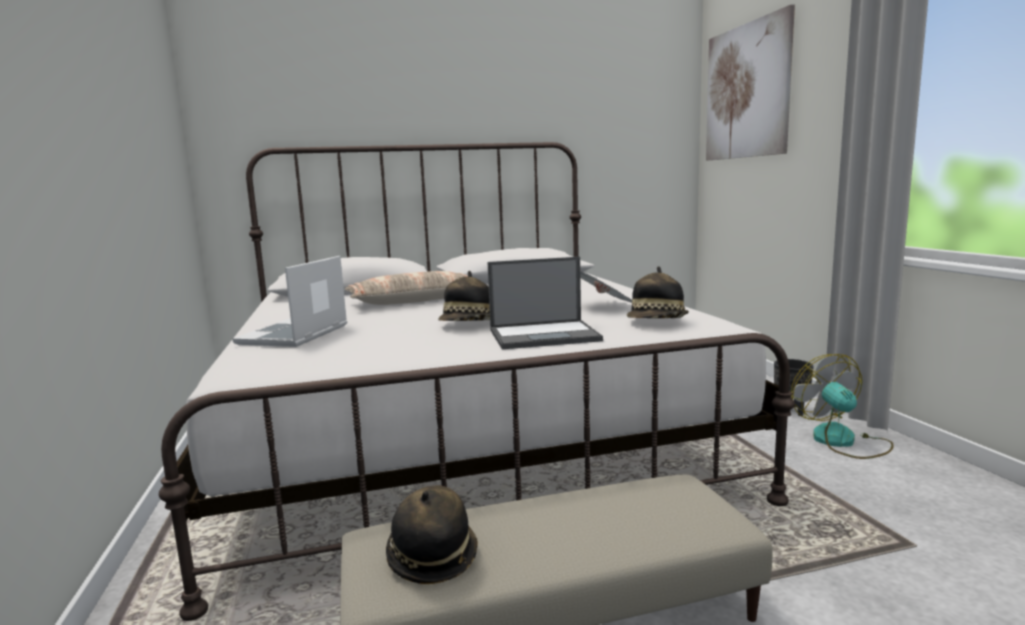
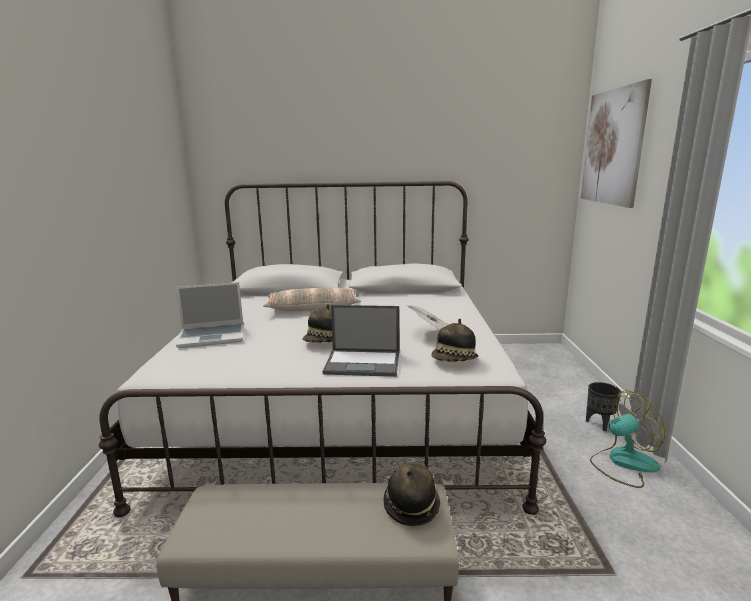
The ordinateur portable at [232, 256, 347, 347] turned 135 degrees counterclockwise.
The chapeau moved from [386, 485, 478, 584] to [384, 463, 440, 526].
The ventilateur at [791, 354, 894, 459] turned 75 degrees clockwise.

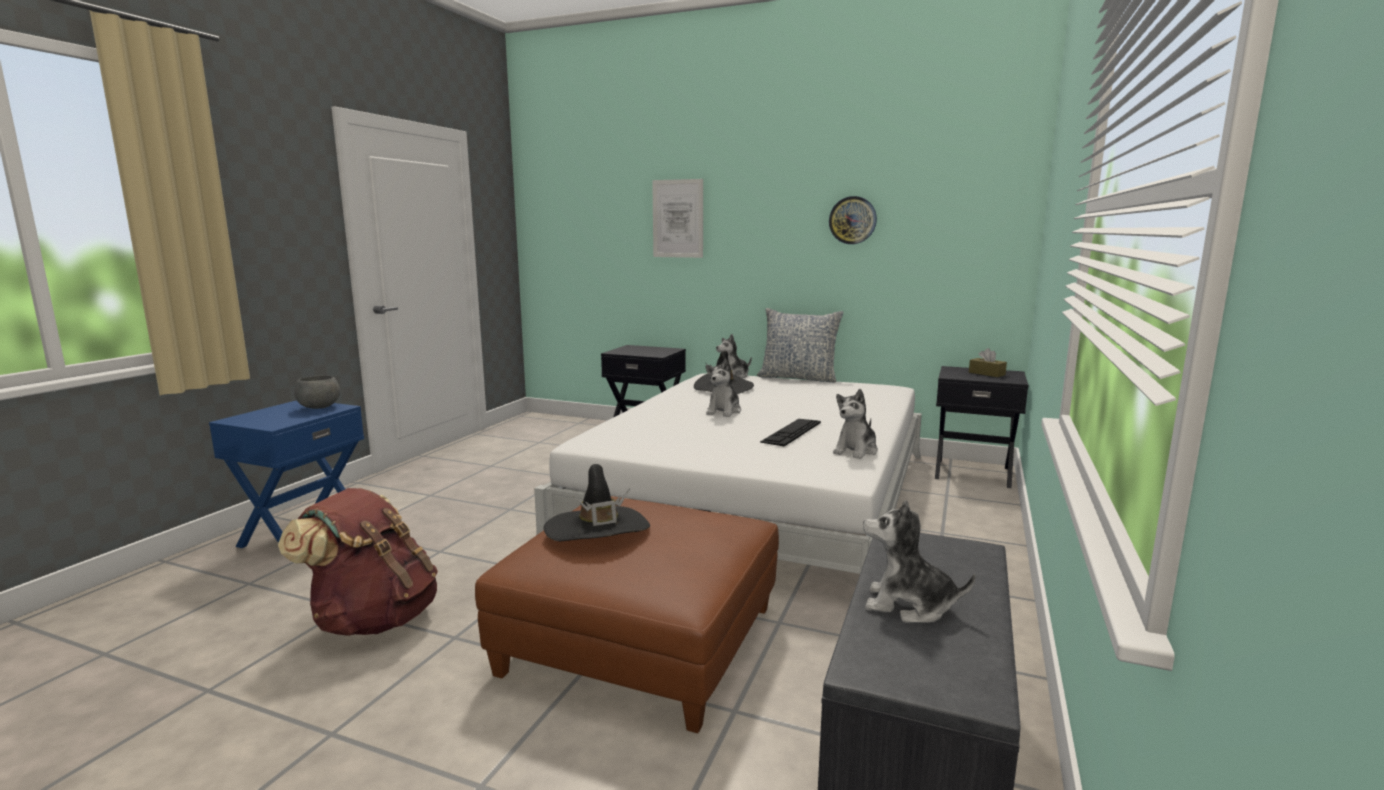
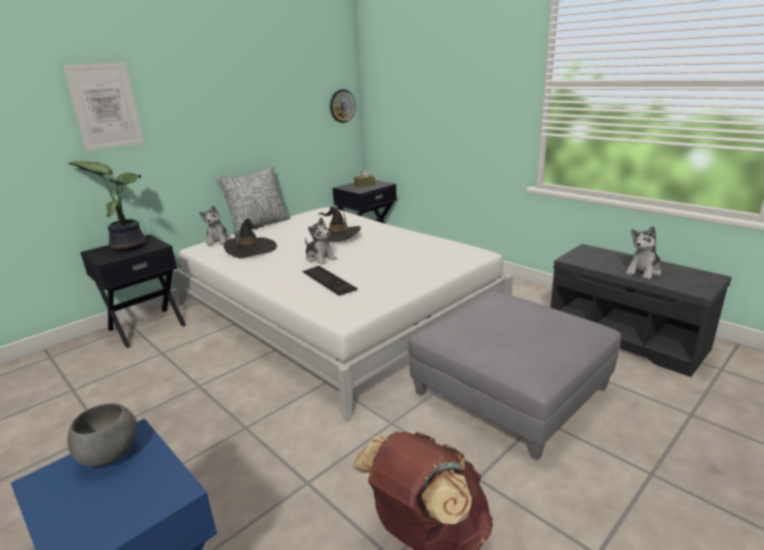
The plante en pot at [67, 161, 147, 252] appeared.
The clavier moved from [760, 419, 821, 447] to [302, 266, 357, 296].
The chapeau [noir] moved from [544, 464, 650, 541] to [312, 206, 361, 242].
The horloge murale moved from [829, 196, 877, 244] to [330, 89, 356, 123].
The pouf [marron] at [475, 496, 779, 733] became the pouf [gris] at [408, 291, 621, 460].
The peluche at [833, 389, 878, 459] disappeared.

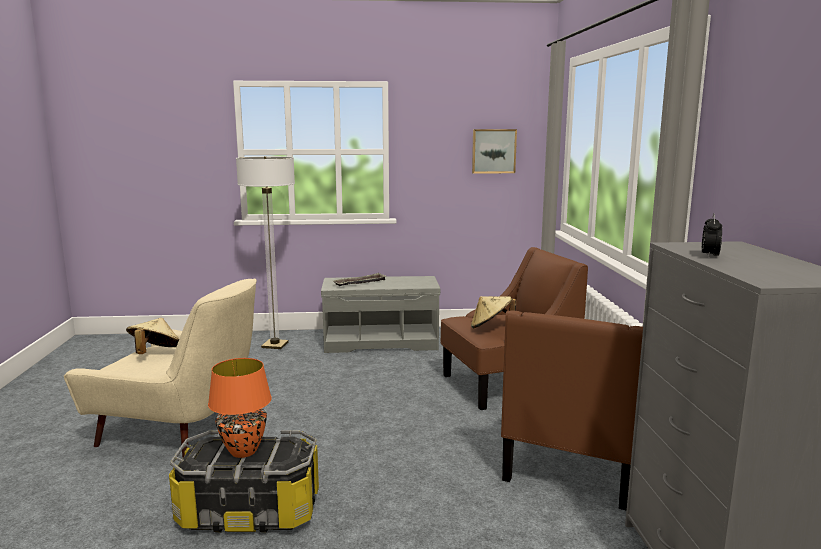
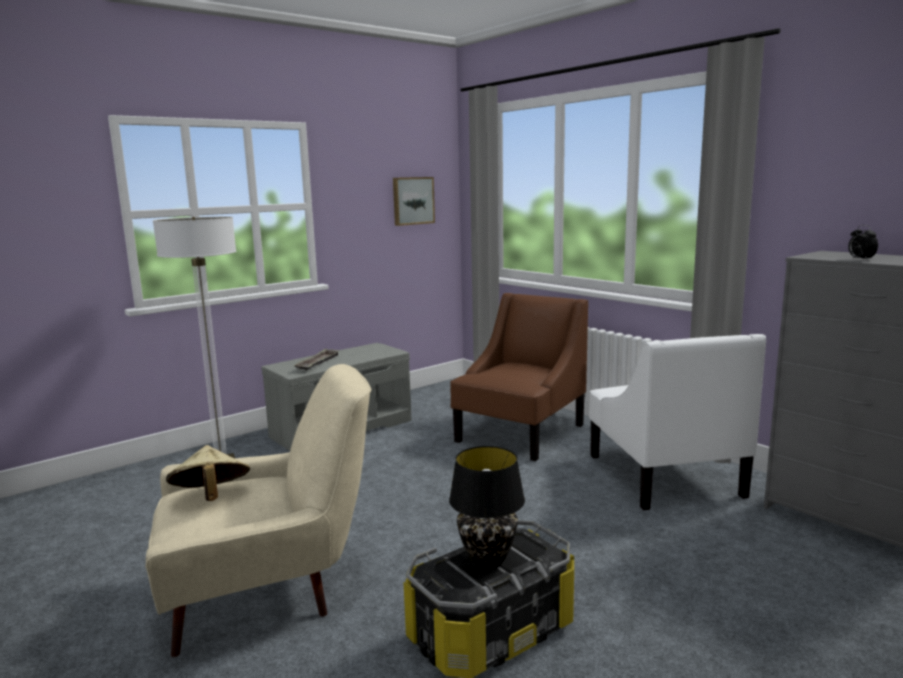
The lampe de table [orange] at [208, 358, 272, 458] became the lampe de table [noir] at [449, 446, 525, 569].
The fauteuil [marron] at [501, 310, 643, 510] became the fauteuil [blanc] at [589, 334, 766, 510].
The chapeau [beige] at [471, 296, 516, 328] disappeared.

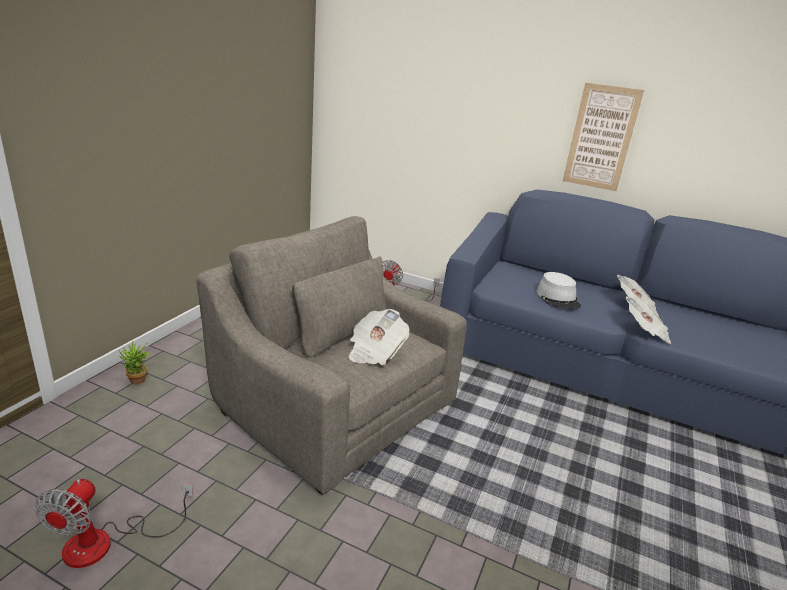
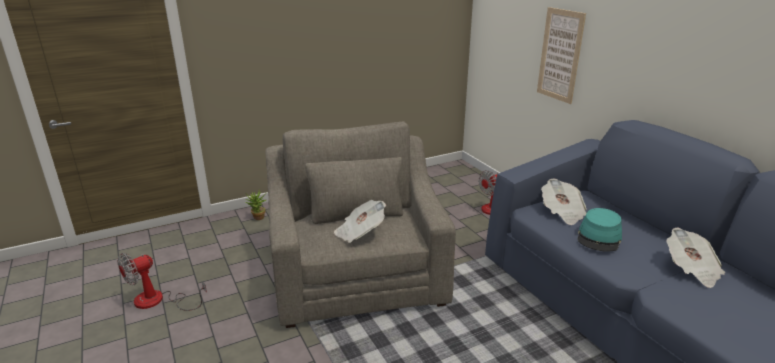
The tableau moved from [563, 83, 644, 191] to [537, 7, 586, 104].
The journal moved from [626, 296, 671, 344] to [541, 179, 587, 225].
The chapeau [gris] at [537, 272, 581, 309] became the chapeau [turquoise] at [577, 208, 622, 252].

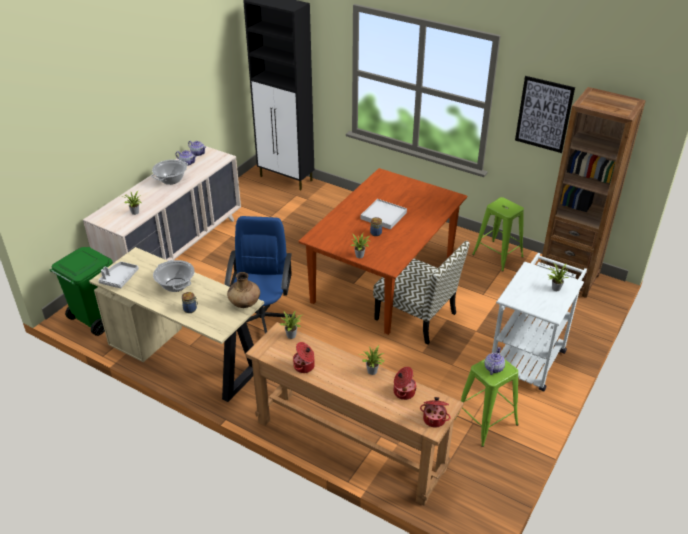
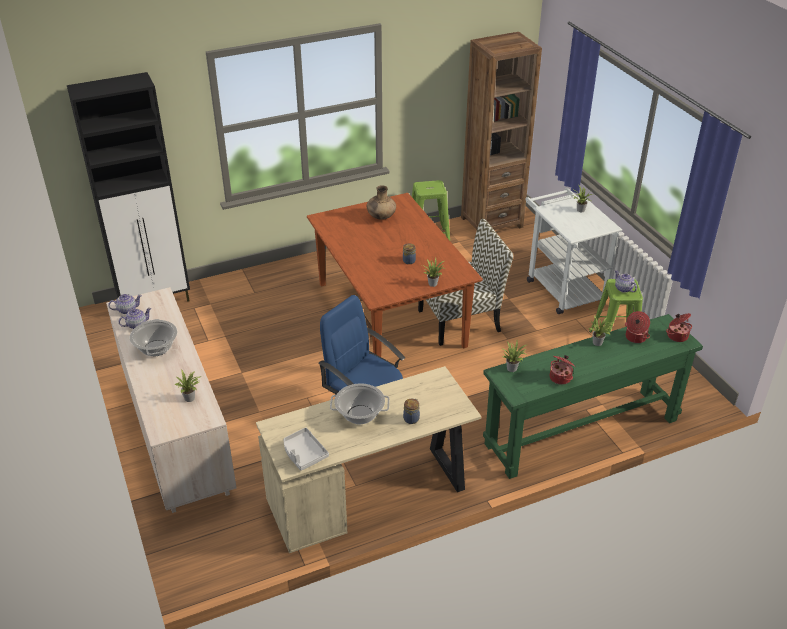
The vase [marron] moved from [227, 272, 260, 308] to [366, 185, 396, 220].
The table console [marron] at [245, 322, 464, 505] became the table console [vert] at [483, 314, 703, 479].
The poubelle [vert] at [50, 247, 113, 336] disappeared.
The plateau [blanc] at [361, 199, 407, 230] disappeared.
The tableau at [515, 76, 575, 153] disappeared.

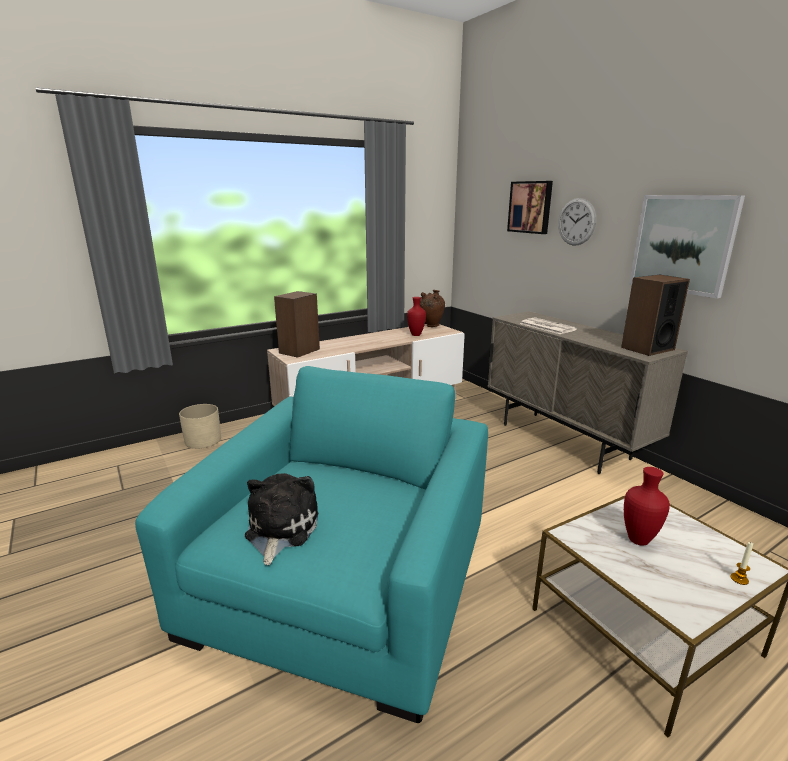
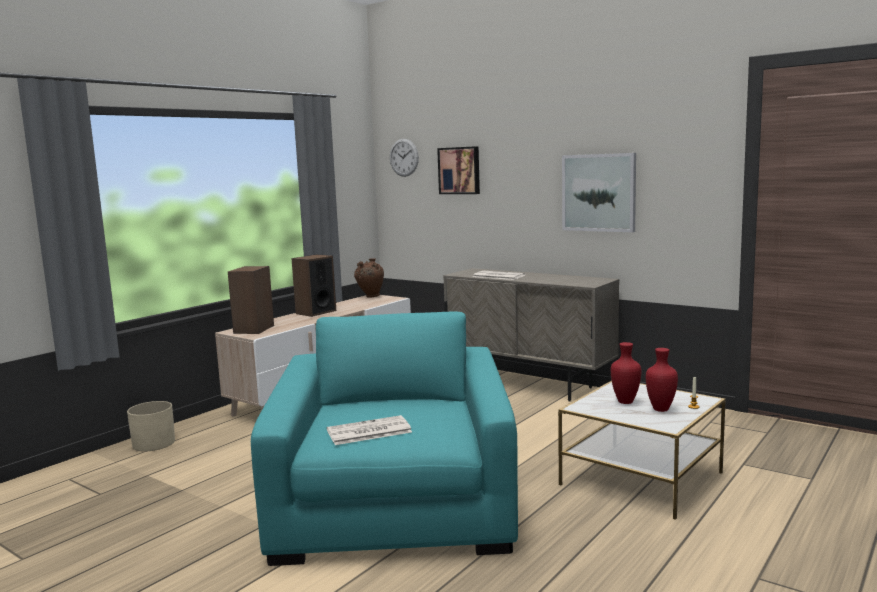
The enceinte moved from [621, 275, 690, 356] to [292, 254, 336, 317].
The peluche at [245, 473, 318, 565] was replaced by the journal at [327, 415, 412, 445].
The horloge murale moved from [558, 198, 596, 246] to [390, 139, 419, 177].
The vase [rouge] moved from [407, 297, 426, 336] to [646, 348, 678, 412].

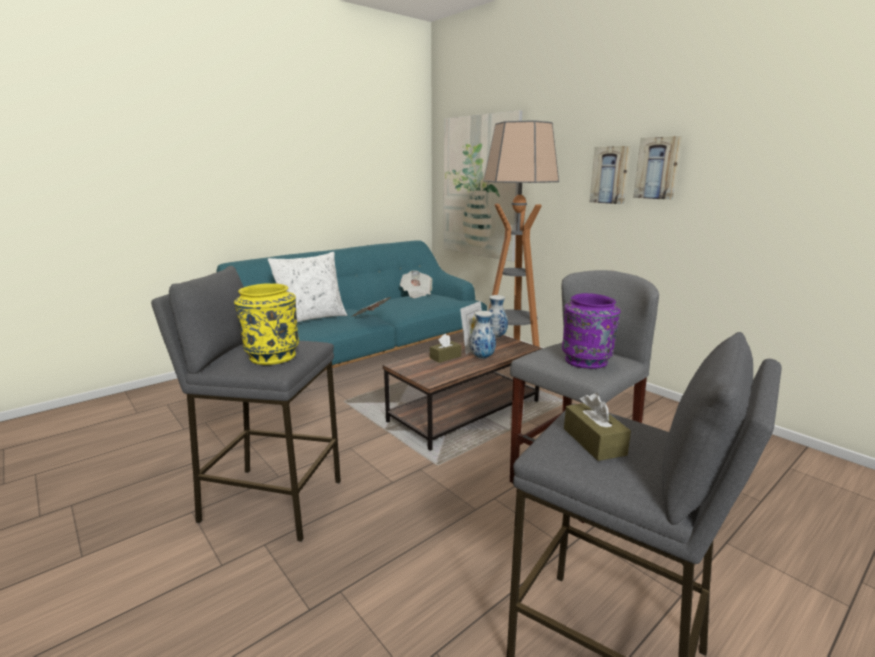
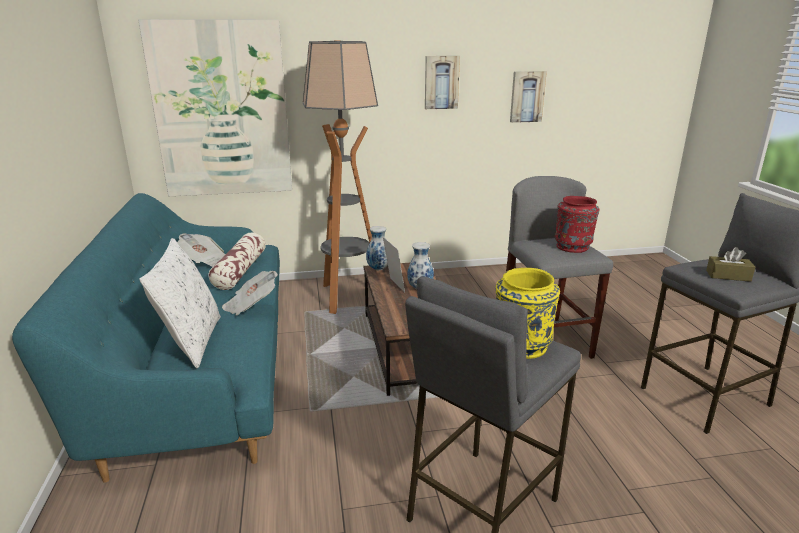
The coussin at [208, 233, 266, 290] appeared.
The tableau moved from [589, 146, 631, 204] to [510, 71, 547, 123].
The vase [violet] at [562, 293, 620, 369] became the vase [rouge] at [555, 196, 600, 253].
The boîte à mouchoirs [marron] at [430, 334, 461, 363] disappeared.

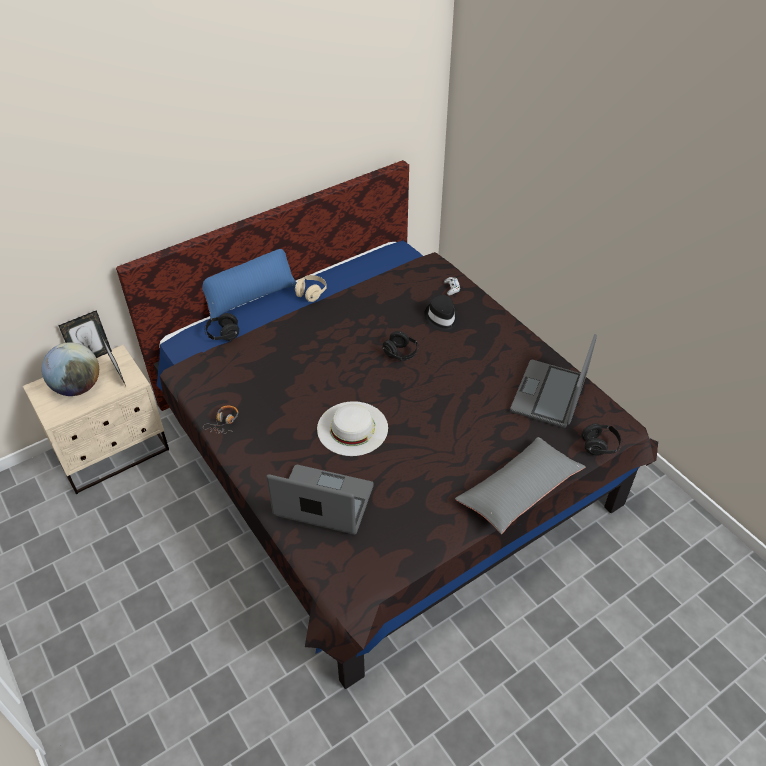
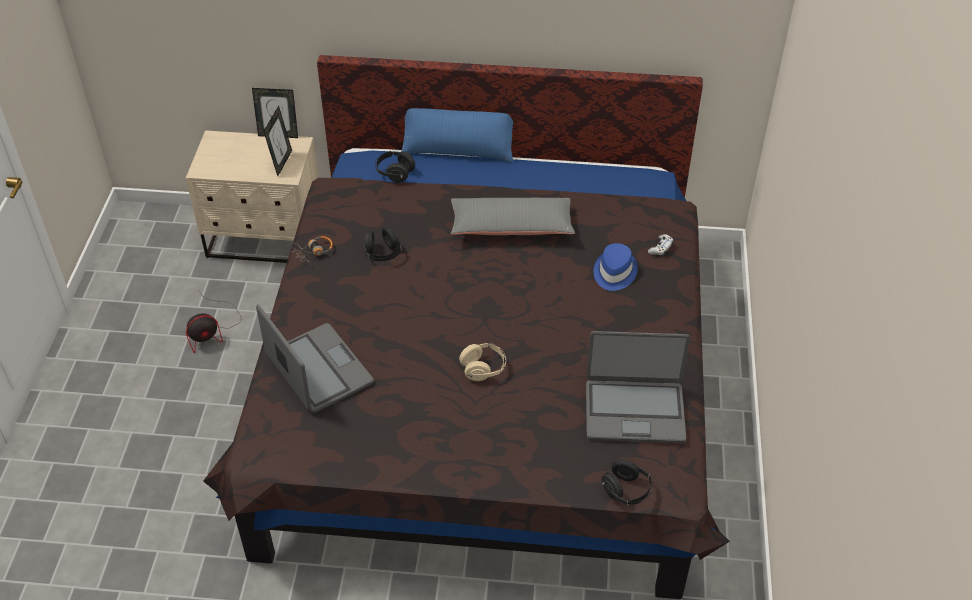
The ventilateur at [186, 292, 240, 353] appeared.
The casque audio [noir] moved from [382, 331, 419, 361] to [364, 227, 402, 262].
The coussin [gris] moved from [455, 437, 586, 534] to [451, 198, 575, 235].
The casque audio [beige] moved from [295, 275, 327, 302] to [459, 343, 506, 381].
The ordinateur portable at [510, 334, 597, 428] turned 150 degrees counterclockwise.
The chapeau [noir] at [424, 295, 460, 332] became the chapeau [bleu] at [593, 243, 638, 291].
The globe at [42, 342, 99, 396] disappeared.
The chapeau [blanc] at [317, 401, 388, 456] disappeared.

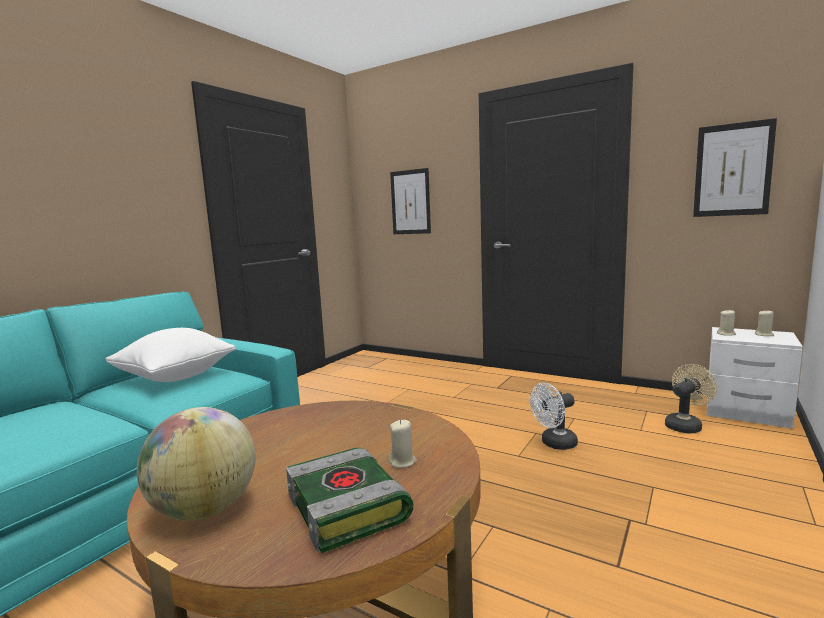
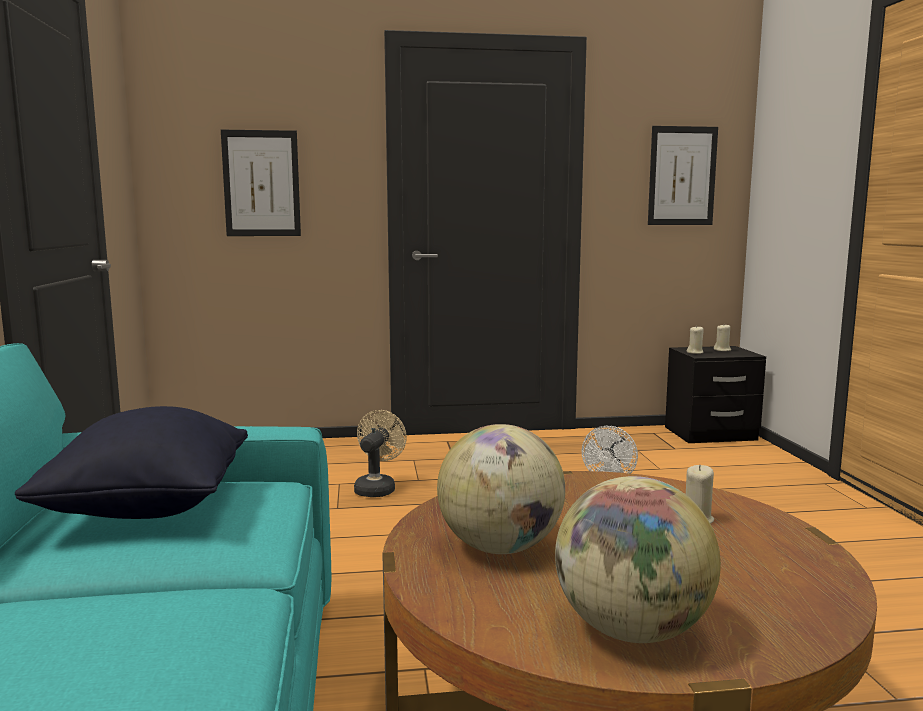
The coussin [blanc] at [106, 328, 236, 382] became the coussin [noir] at [15, 406, 248, 519].
The ventilateur [beige] moved from [665, 364, 717, 434] to [354, 410, 407, 497].
The globe at [437, 424, 565, 554] appeared.
The table de chevet [blanc] at [707, 327, 803, 429] became the table de chevet [noir] at [665, 346, 766, 443].
The livre at [286, 447, 414, 553] disappeared.

